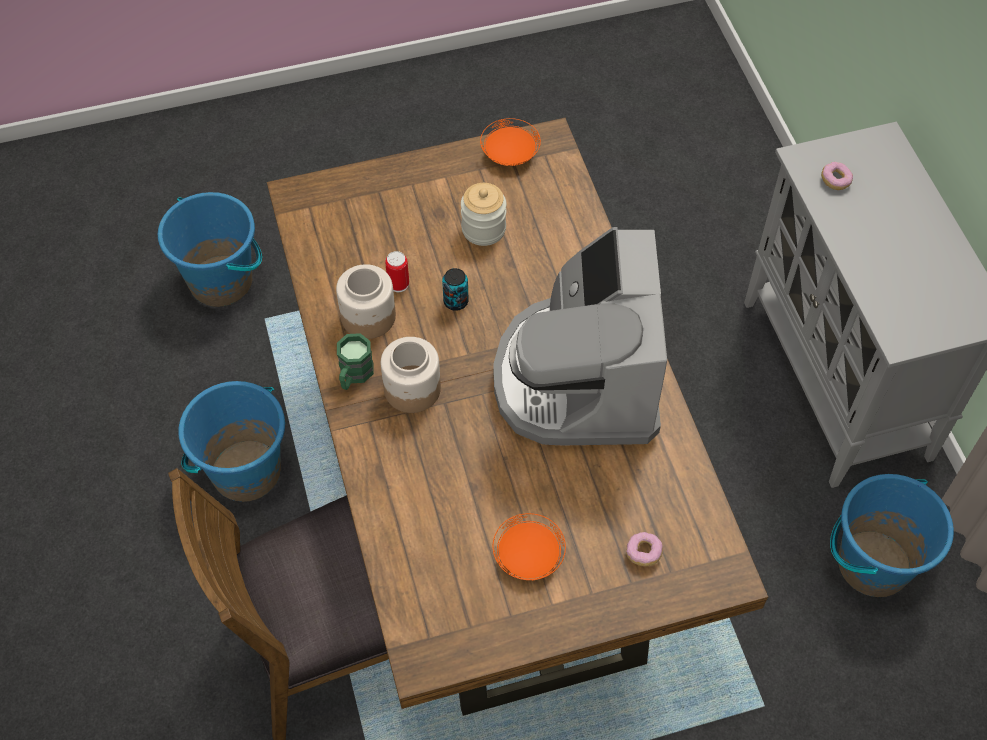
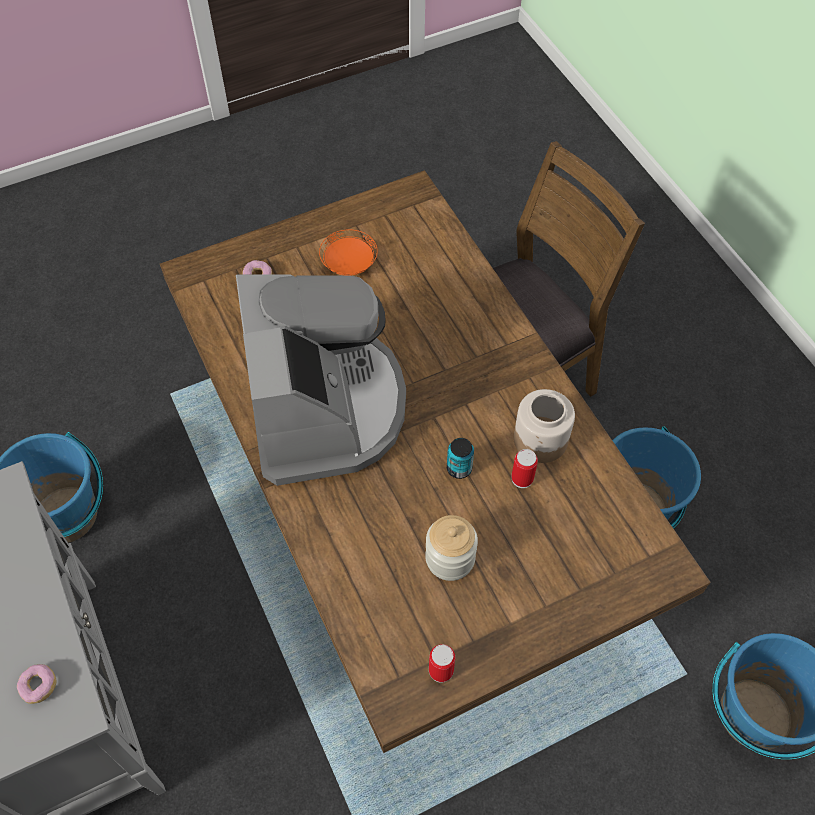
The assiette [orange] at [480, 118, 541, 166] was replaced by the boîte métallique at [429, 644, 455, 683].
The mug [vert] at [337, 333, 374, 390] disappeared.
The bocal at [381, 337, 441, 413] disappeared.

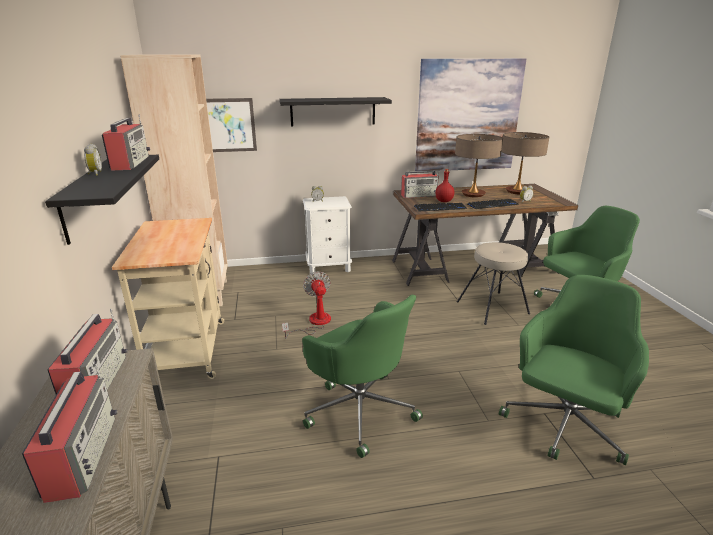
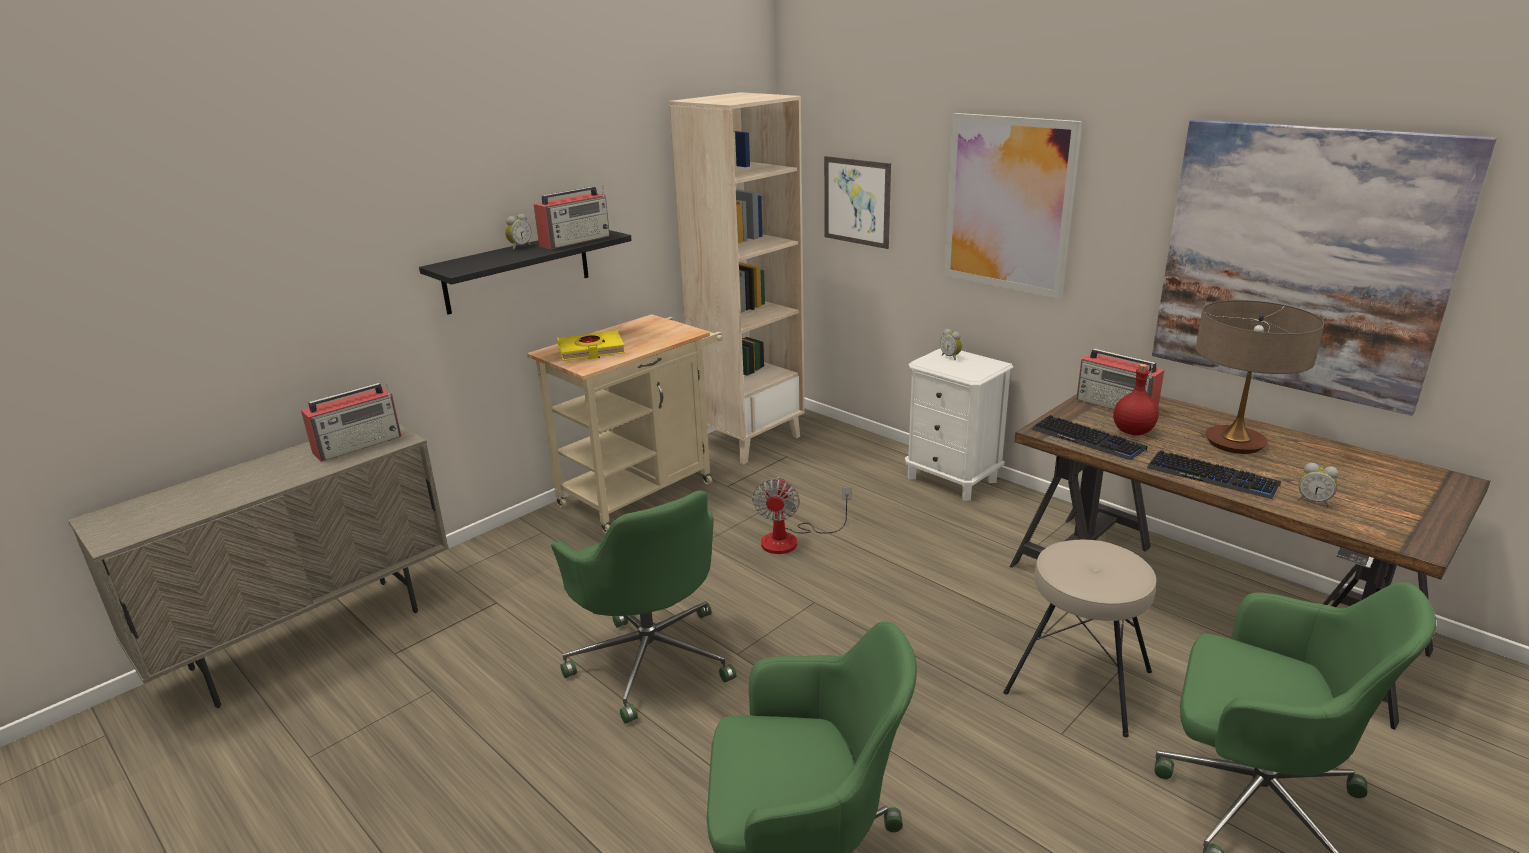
The chaise de bureau [vert] at [302, 295, 423, 458] turned 45 degrees counterclockwise.
The livre [jaune] at [557, 331, 625, 361] appeared.
The ventilateur at [282, 271, 331, 339] turned 150 degrees clockwise.
The étagère [noir] at [279, 97, 392, 127] was replaced by the tableau at [944, 113, 1082, 299].
The radio at [22, 364, 117, 503] disappeared.
The lampe de table at [501, 132, 549, 194] disappeared.

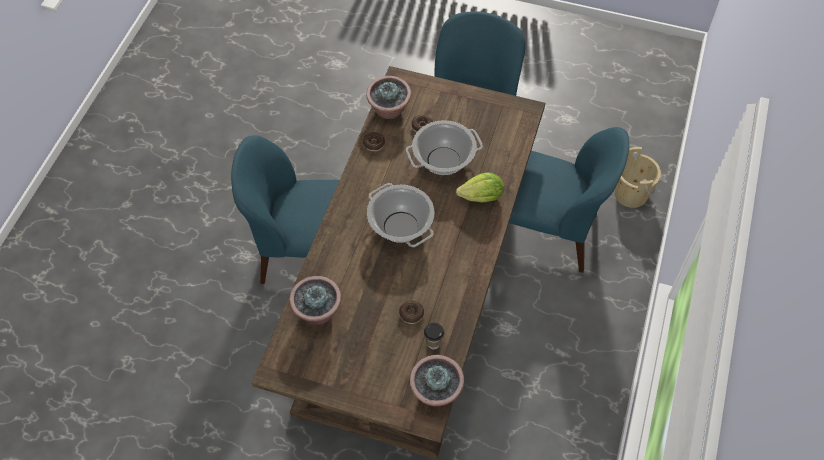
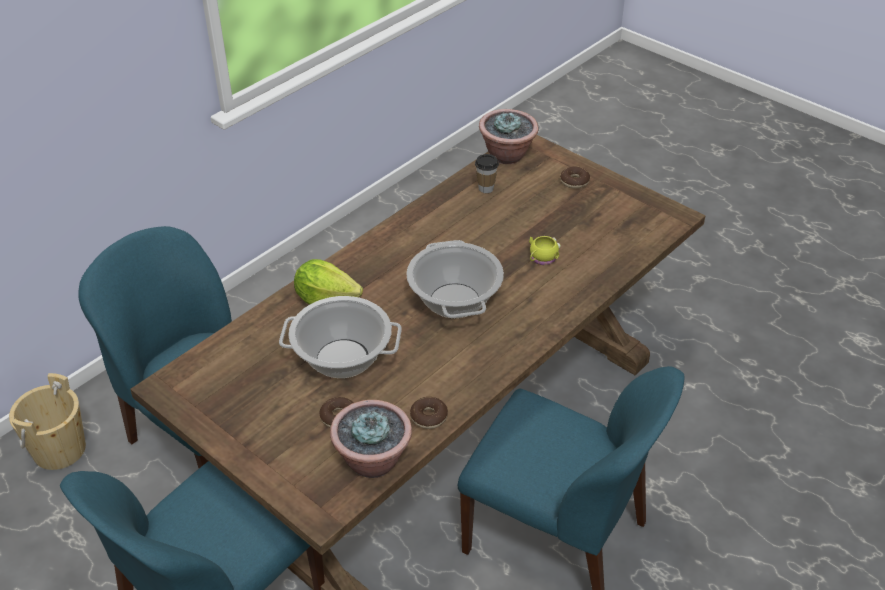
The mug [jaune] at [529, 236, 561, 265] appeared.
The beignet moved from [399, 301, 424, 324] to [560, 166, 590, 189].
The plante en pot at [289, 276, 341, 325] disappeared.

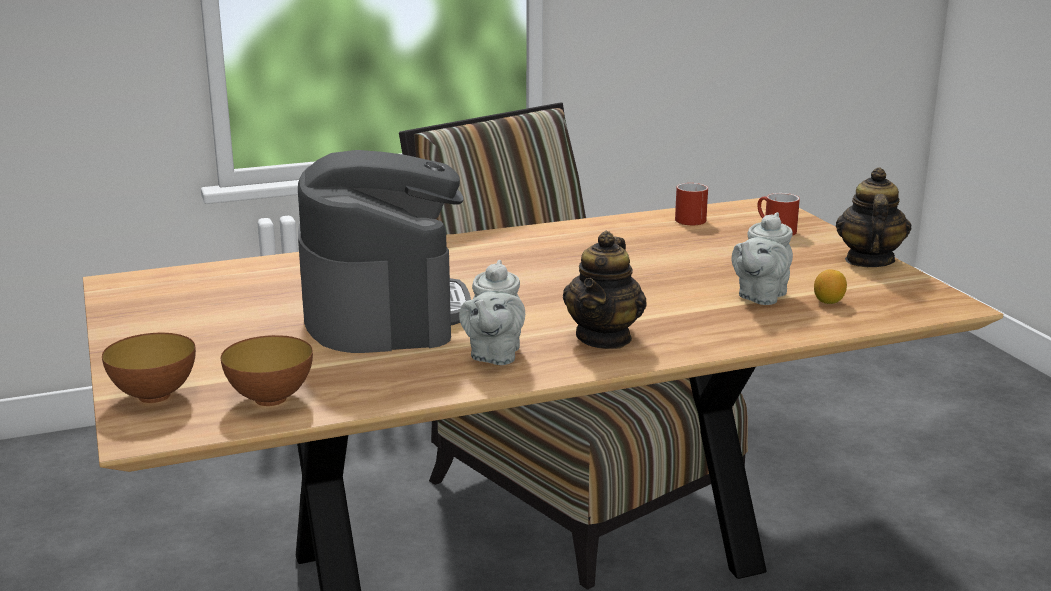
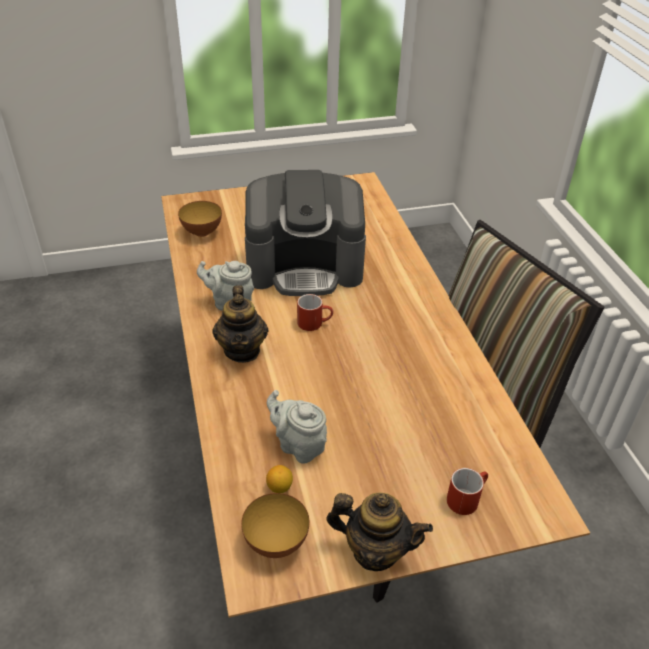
The théière at [563, 231, 647, 349] turned 120 degrees counterclockwise.
The bol moved from [102, 333, 196, 403] to [241, 493, 309, 558].
The mug [rouge] moved from [675, 183, 708, 225] to [297, 294, 333, 331].

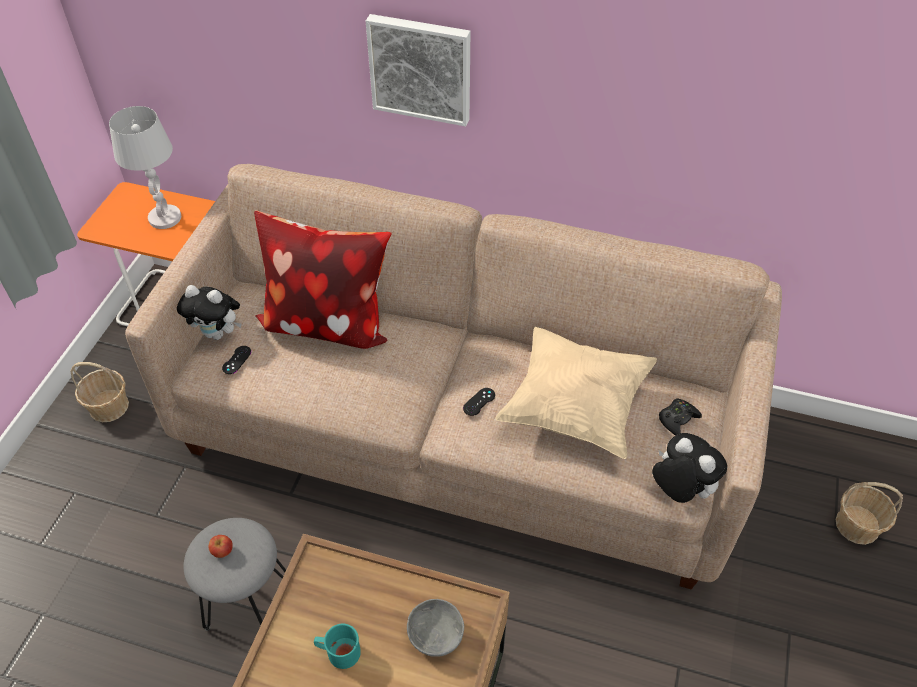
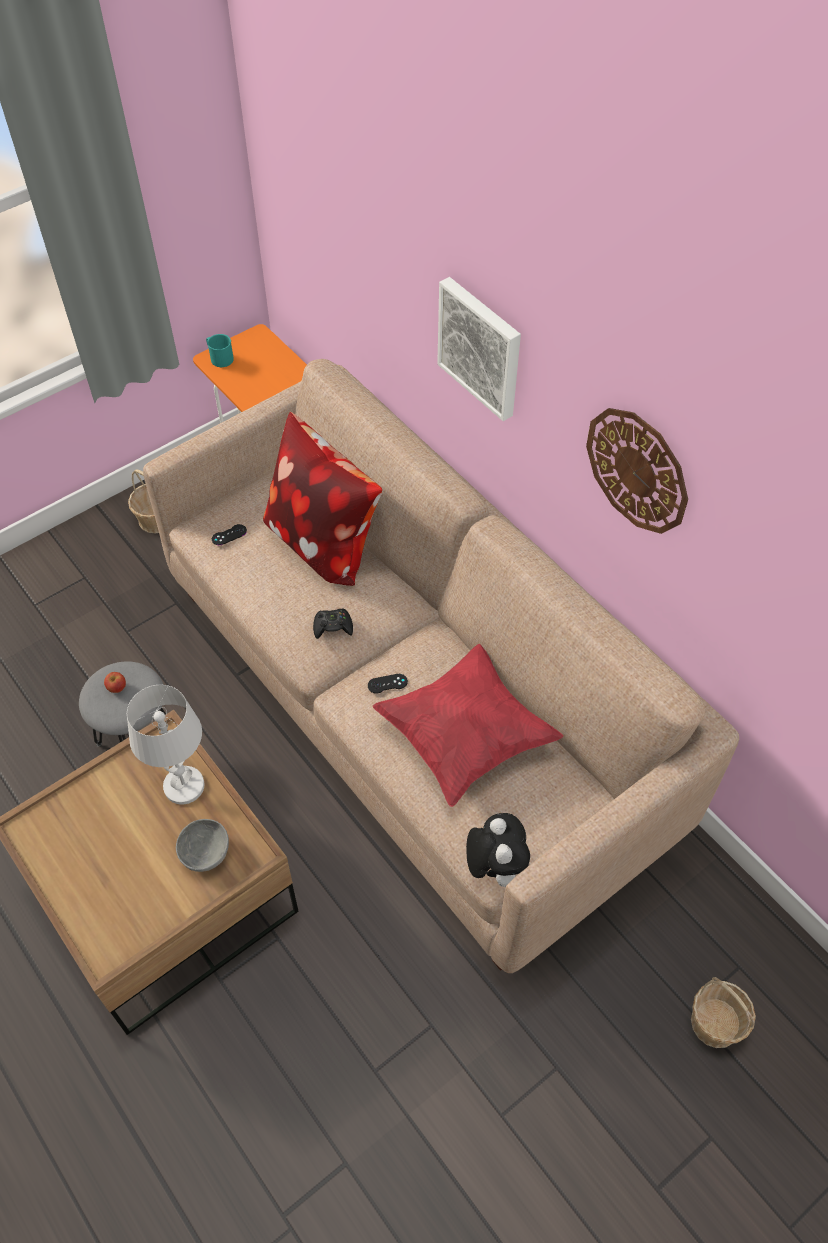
The lampe de table [blanc] moved from [109, 106, 181, 229] to [127, 685, 205, 804].
The mug [turquoise] moved from [314, 623, 361, 669] to [206, 334, 234, 367].
The manette [noir] moved from [659, 398, 702, 436] to [313, 608, 353, 639].
The coussin [beige] at [495, 327, 657, 459] became the coussin [rouge] at [373, 644, 563, 807].
The horloge murale at [586, 408, 688, 534] appeared.
The peluche at [177, 285, 242, 340] disappeared.

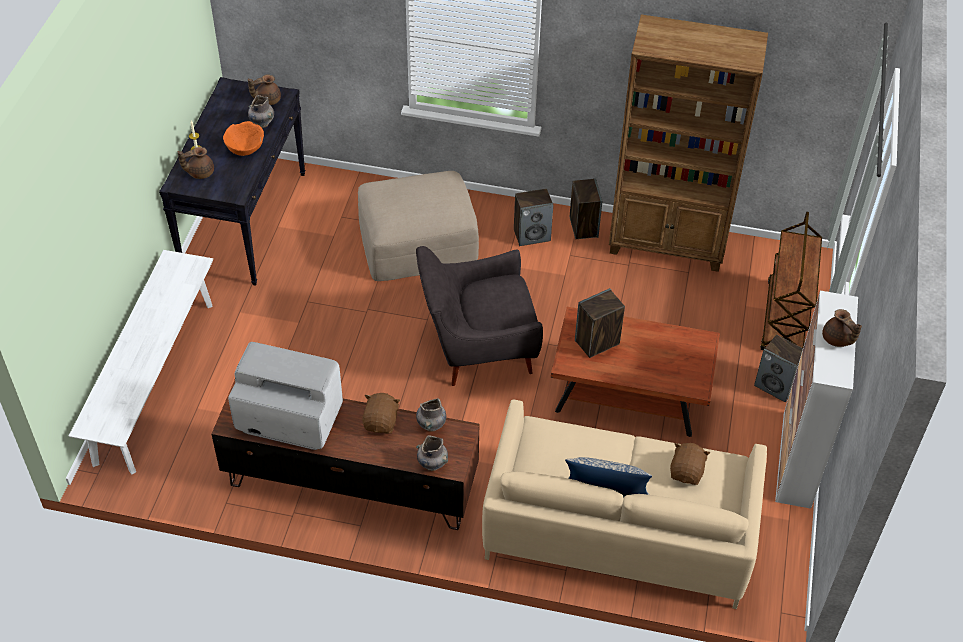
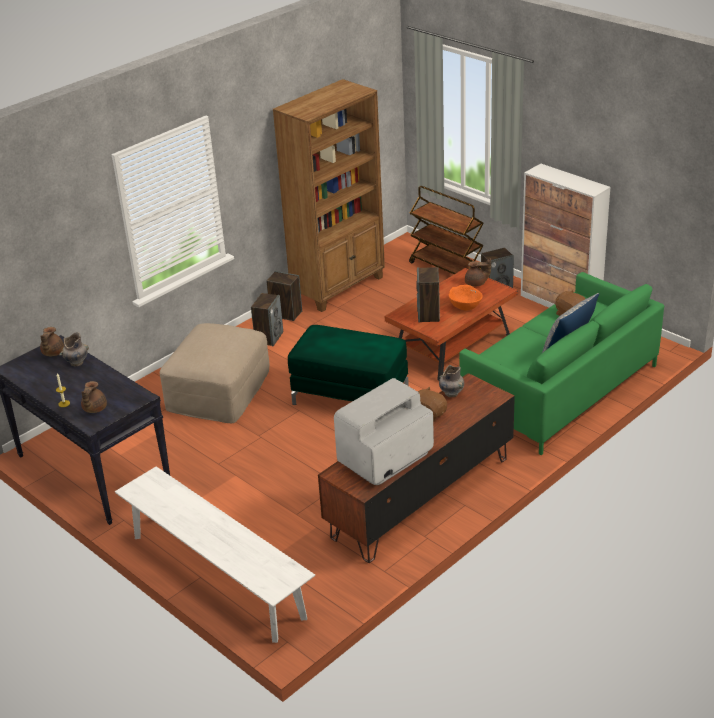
The fauteuil [gris] at [416, 246, 543, 386] was replaced by the pouf [vert] at [288, 325, 409, 405].
The bol [orange] moved from [223, 121, 264, 156] to [448, 285, 483, 311].
The canapé [beige] at [482, 400, 767, 609] became the canapé [vert] at [459, 272, 664, 455].
The théière [marron] moved from [822, 309, 862, 347] to [465, 258, 491, 287].
The vase [gris] at [416, 435, 448, 471] disappeared.

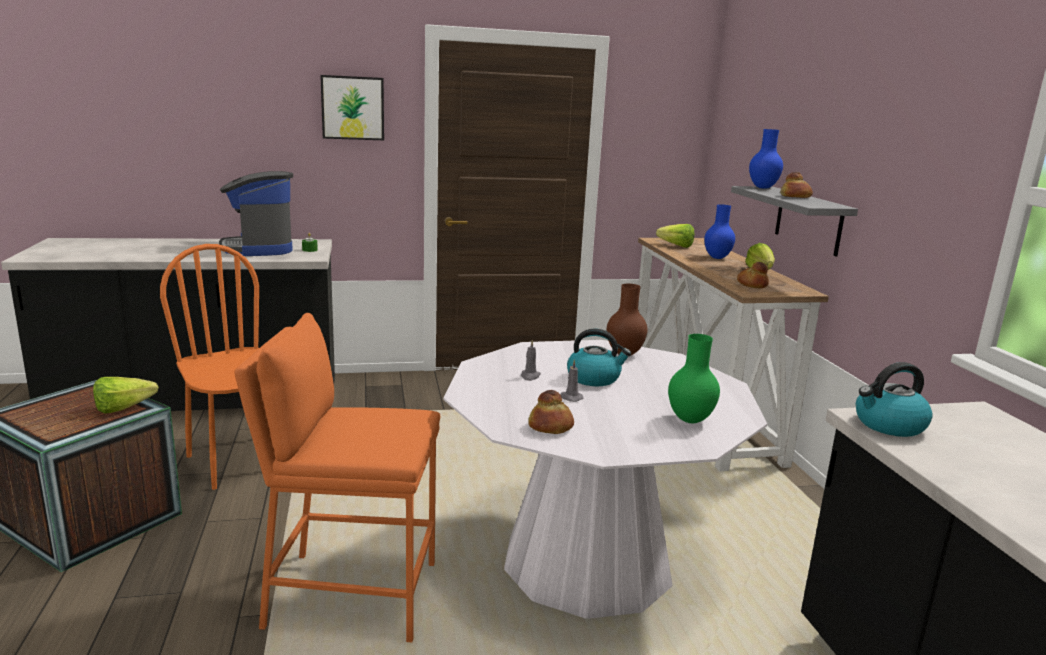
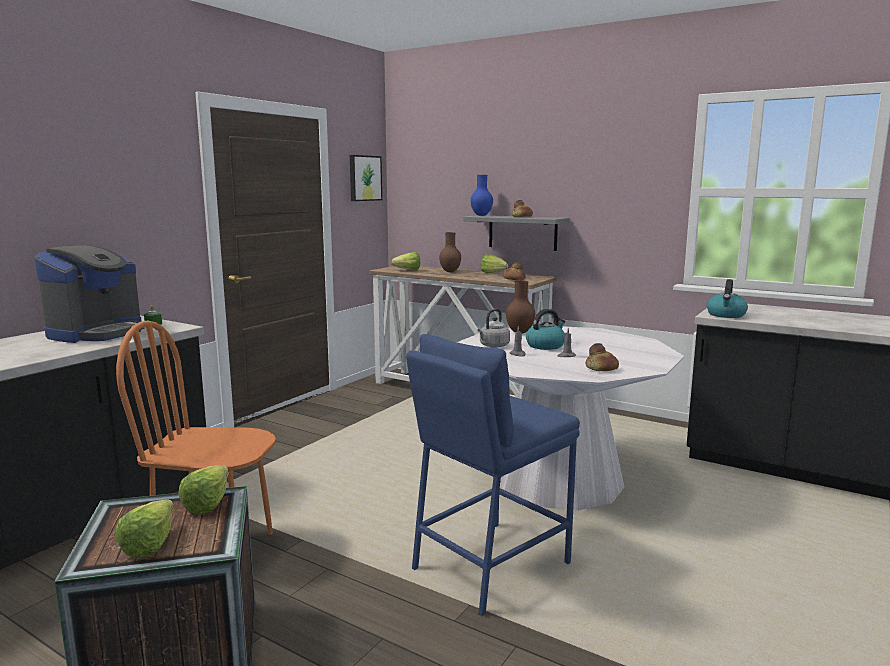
The machine à café at [219, 171, 293, 256] turned 90 degrees counterclockwise.
The laitue at [116, 499, 174, 557] appeared.
The tableau moved from [320, 75, 384, 140] to [350, 155, 382, 201].
The tabouret [orange] at [234, 313, 440, 642] became the tabouret [bleu] at [406, 334, 580, 616].
The vase [bleu] at [704, 205, 735, 259] became the vase [marron] at [439, 232, 461, 272].
The bouilloire [gris] at [477, 309, 510, 348] appeared.
The vase [vert] at [668, 334, 720, 423] disappeared.

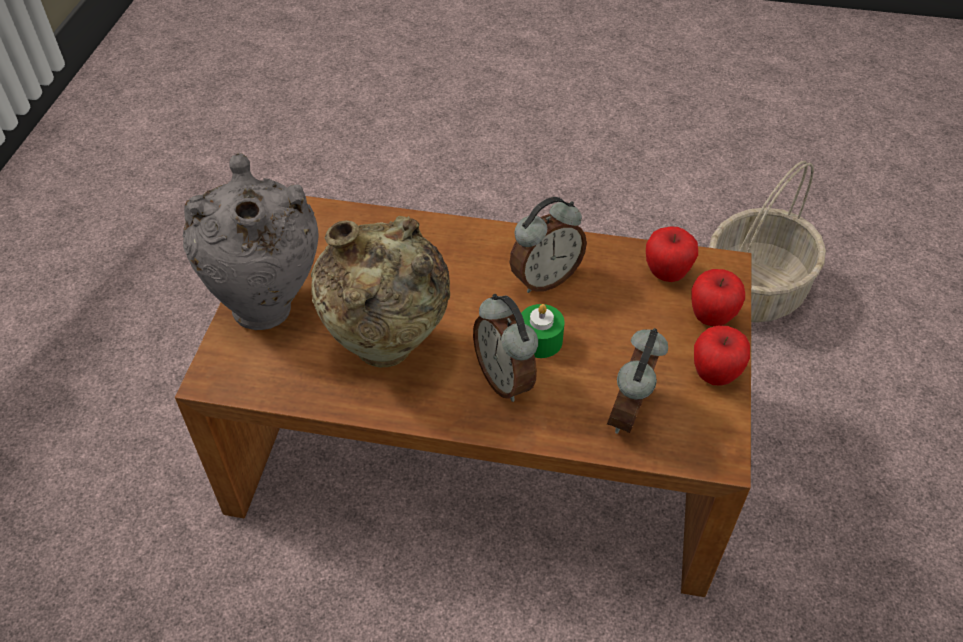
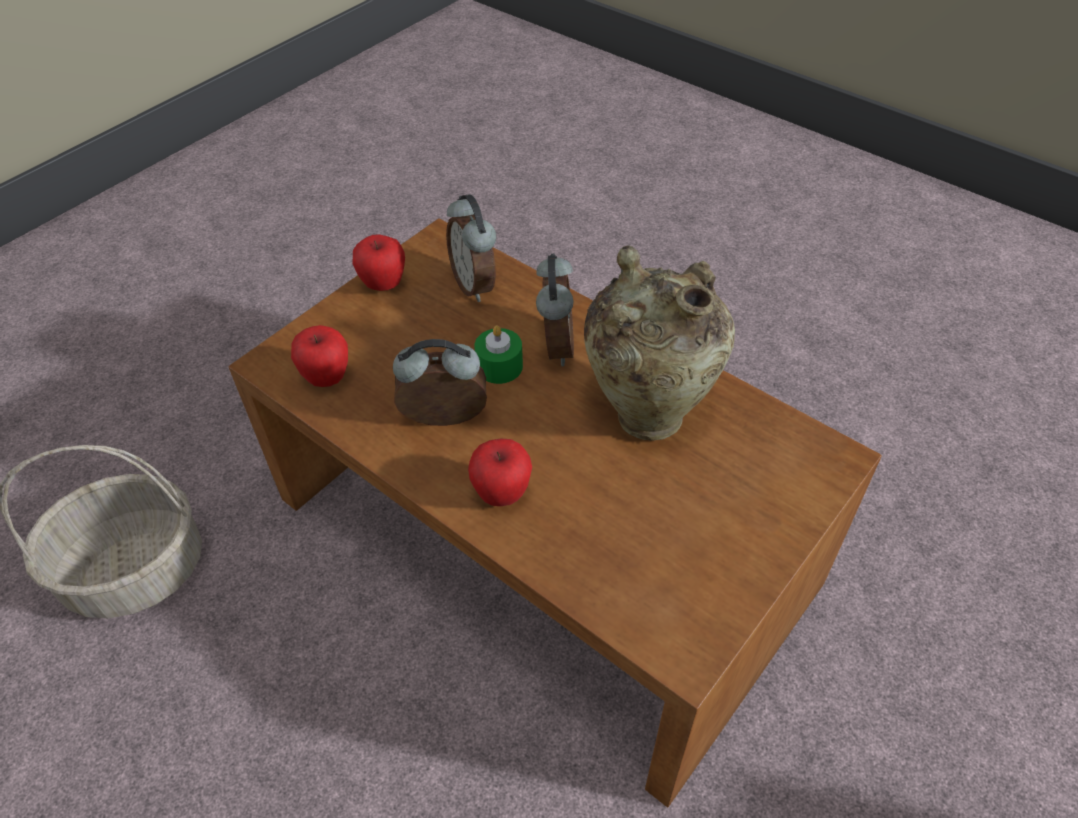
The réveil at [607, 328, 668, 434] turned 105 degrees clockwise.
The pomme moved from [691, 269, 745, 326] to [468, 439, 532, 506].
The vase [gris] at [182, 153, 319, 330] disappeared.

